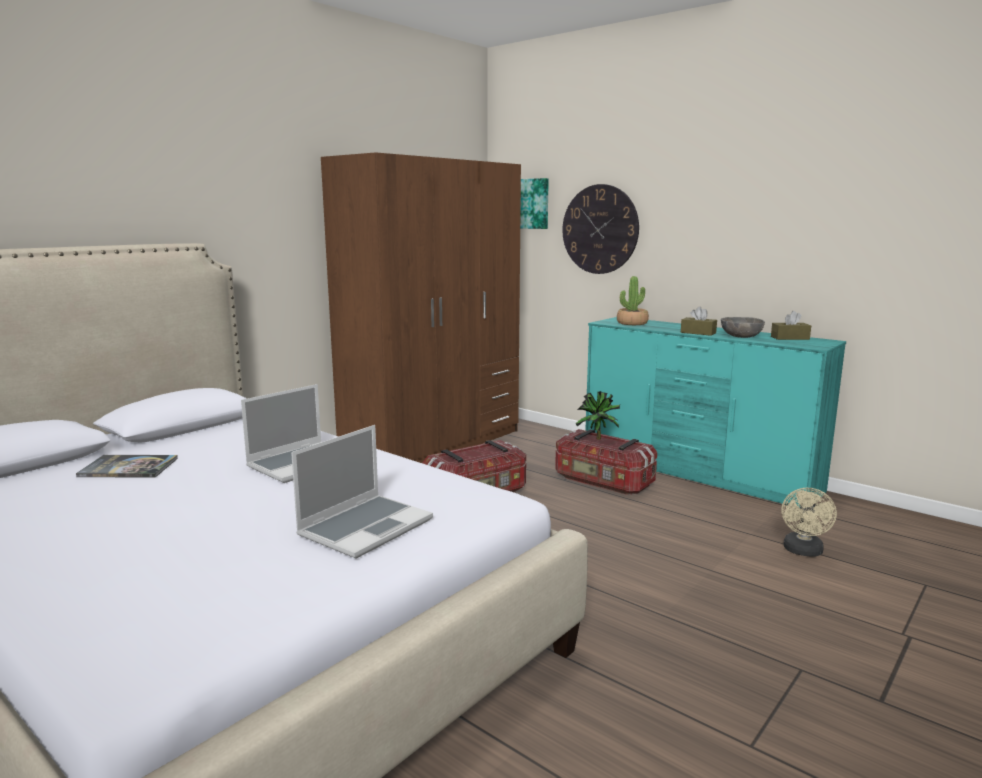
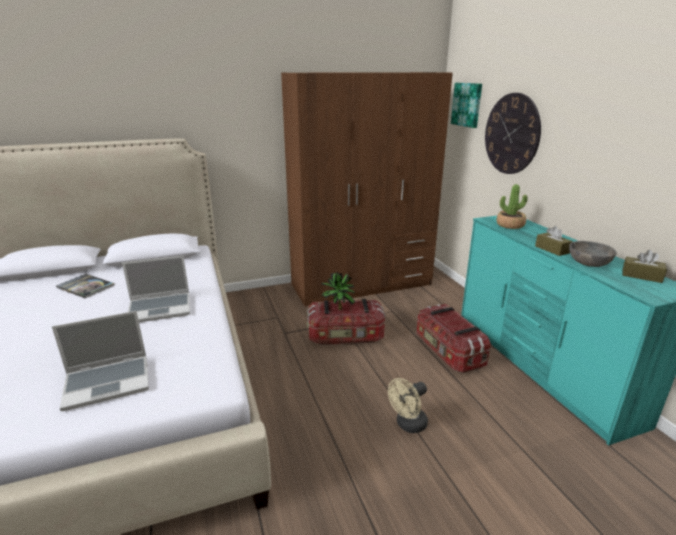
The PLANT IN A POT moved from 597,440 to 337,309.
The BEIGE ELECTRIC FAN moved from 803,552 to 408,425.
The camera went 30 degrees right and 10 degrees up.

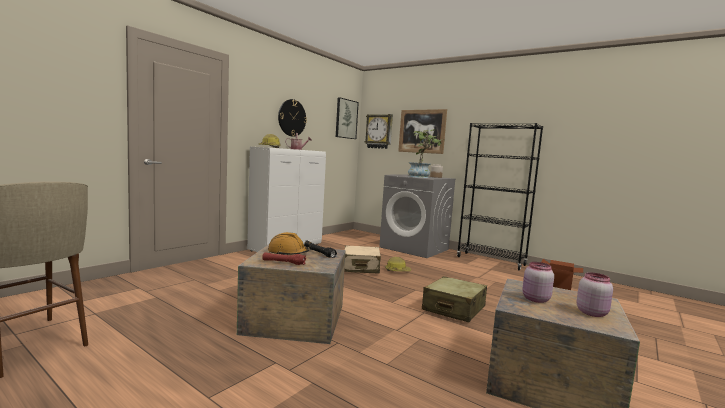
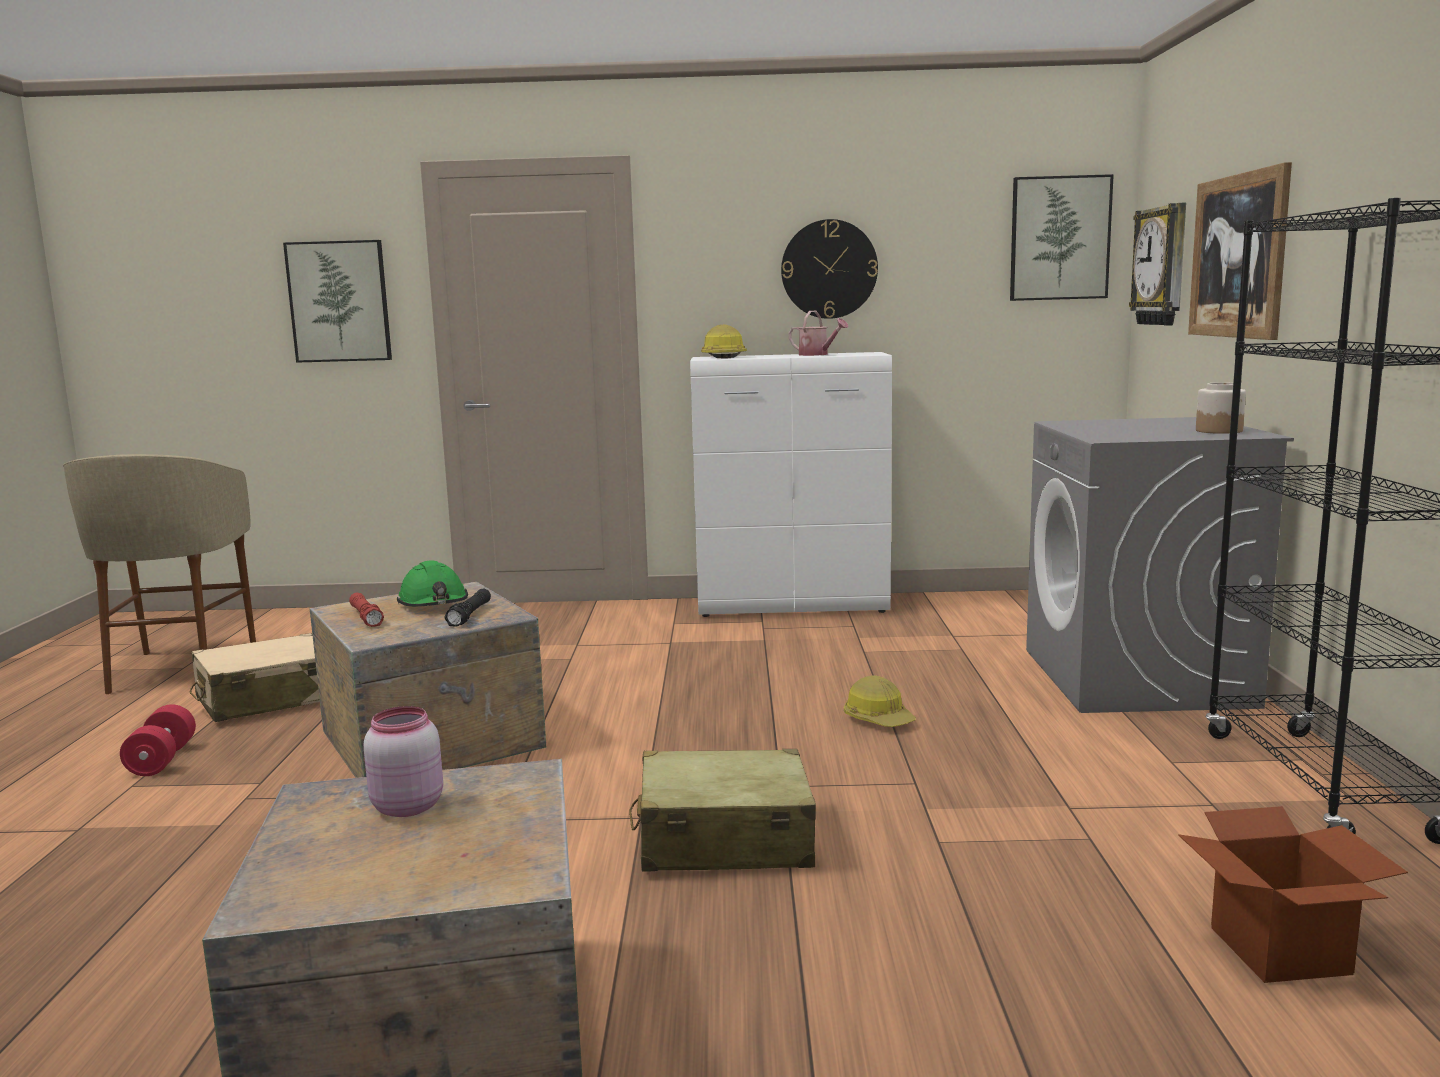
The ORANGE-COLOURED WORK HELMET at 288,253 became the GREENISH WORK HELMET at 434,603.
The BEIGE PIECE OF LUGGAGE moved from 360,267 to 267,699.
The PLANT IN A POT at 422,177 disappeared.
The PINK-COLOURED JAR at 591,313 disappeared.
The RED-COLOURED DUMBBELL at 162,760 appeared.
The WALL PICTURE at 339,301 appeared.
The camera went 55 degrees right and 5 degrees up.

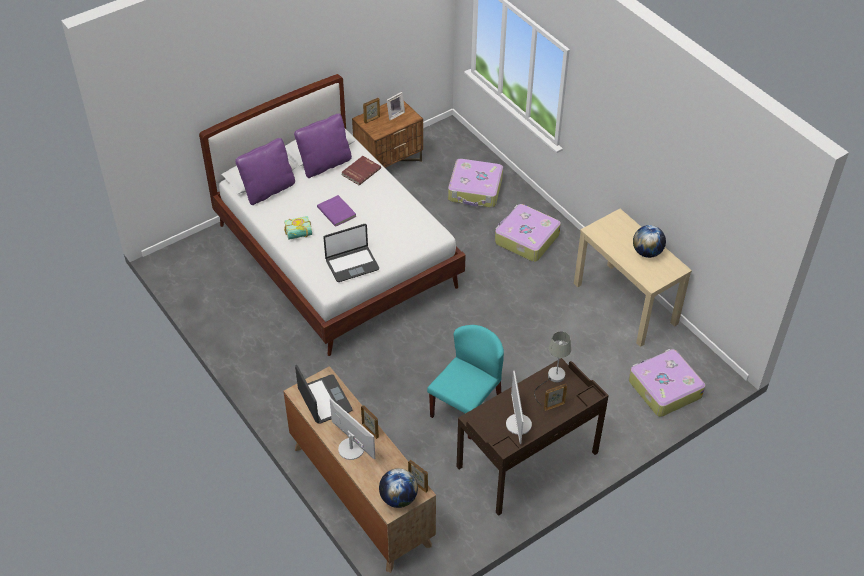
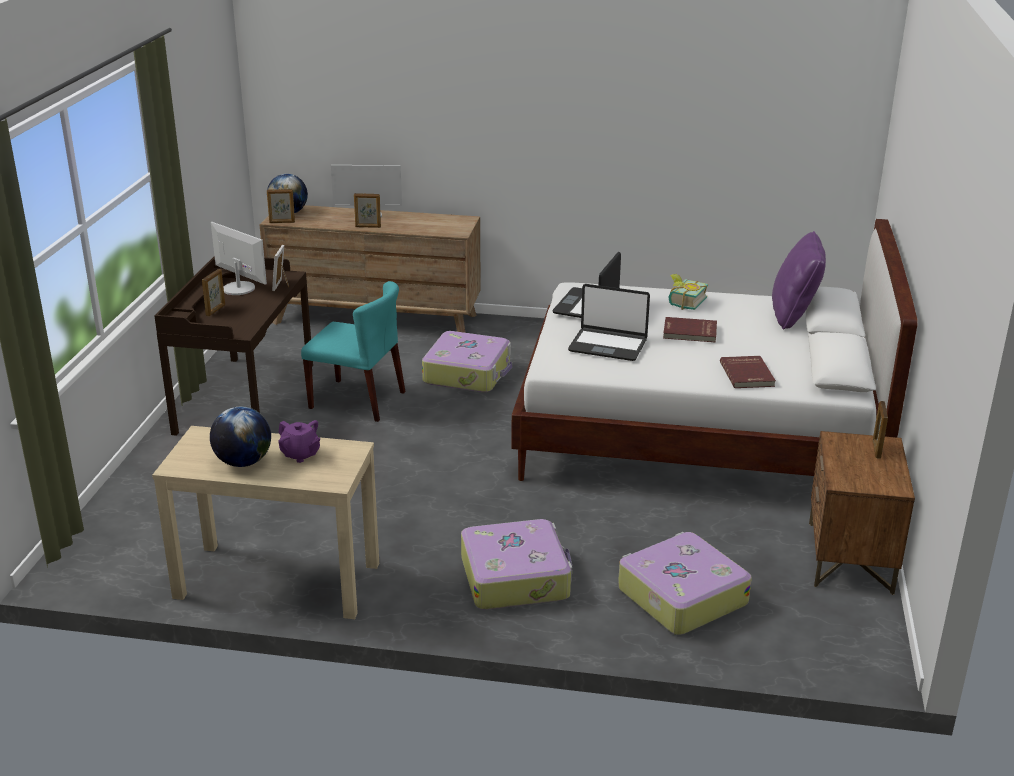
The PURPLE-COLOURED CUSHION at 325,164 disappeared.
The LAPTOP moved from 324,400 to 608,345.
The PURPLE-COLOURED VOLUME at 337,212 became the RED-COLOURED VOLUME at 690,332.
The STANDING FRAME moved from 394,114 to 282,285.
The TURQUOISE UPRIGHT CHAIR at 466,408 turned 60 degrees counterclockwise.
The GREY TABLETOP LAMP at 552,379 disappeared.
The PIECE OF LUGGAGE moved from 664,388 to 468,373.
The PURPLE-COLOURED TEA POT at 300,454 appeared.
The camera went 135 degrees right and 20 degrees down.

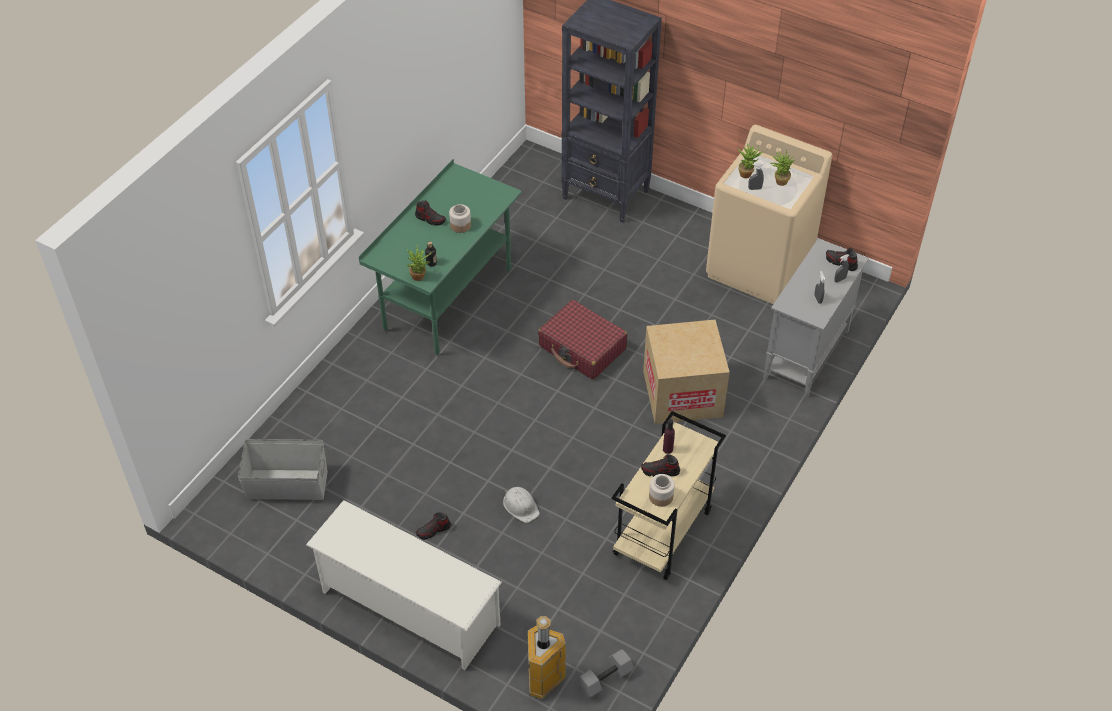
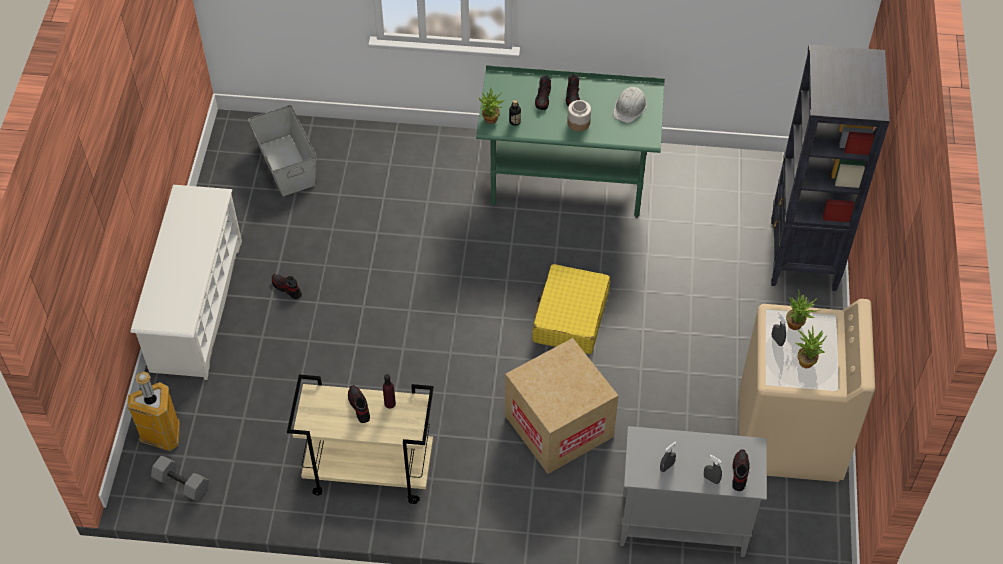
The WHITE-COLOURED WORK HELMET moved from 521,506 to 630,107.
The RED-COLOURED PIECE OF LUGGAGE at 582,348 became the YELLOW-COLOURED PIECE OF LUGGAGE at 570,317.
The JAR at 660,497 disappeared.
The LOW SHOE at 543,98 appeared.
The camera went 65 degrees right and 5 degrees up.

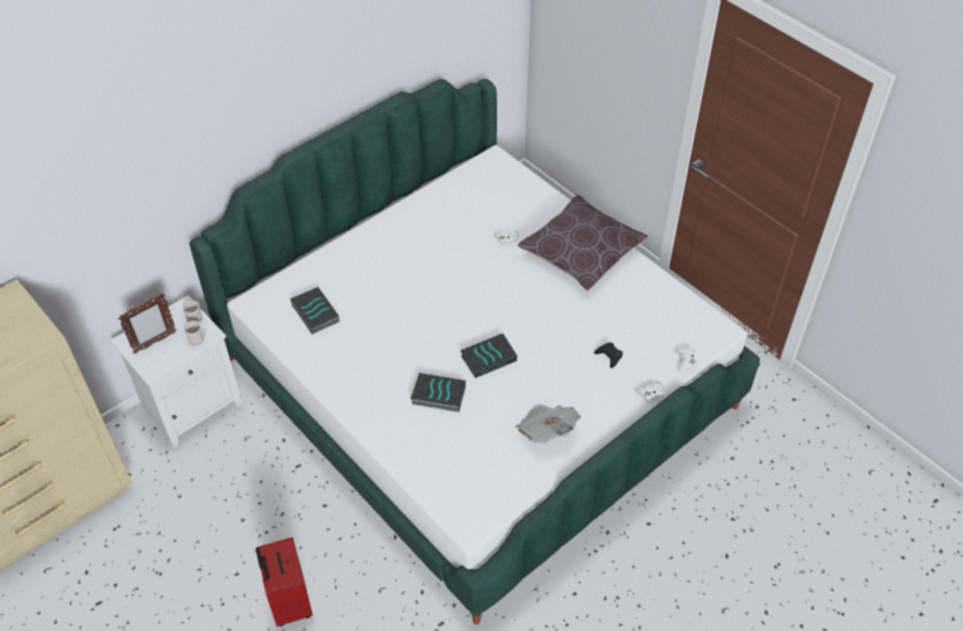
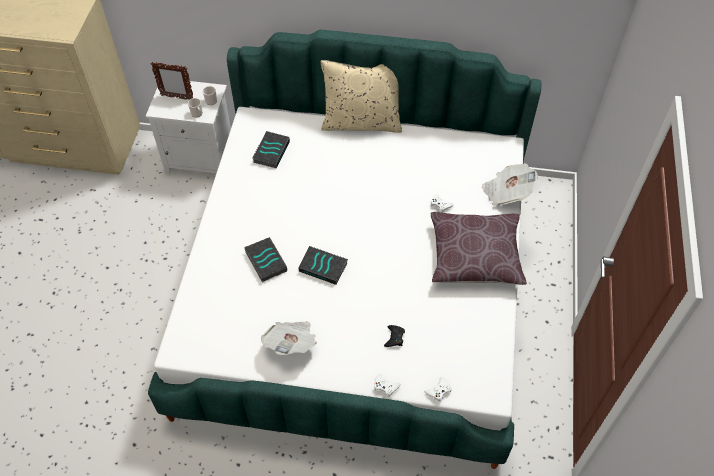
The RED-COLOURED PIECE OF LUGGAGE at 289,603 disappeared.
The BEIGE CUSHION at 361,122 appeared.
The DAILY PAPER at 506,192 appeared.
The camera went 50 degrees right and 5 degrees up.

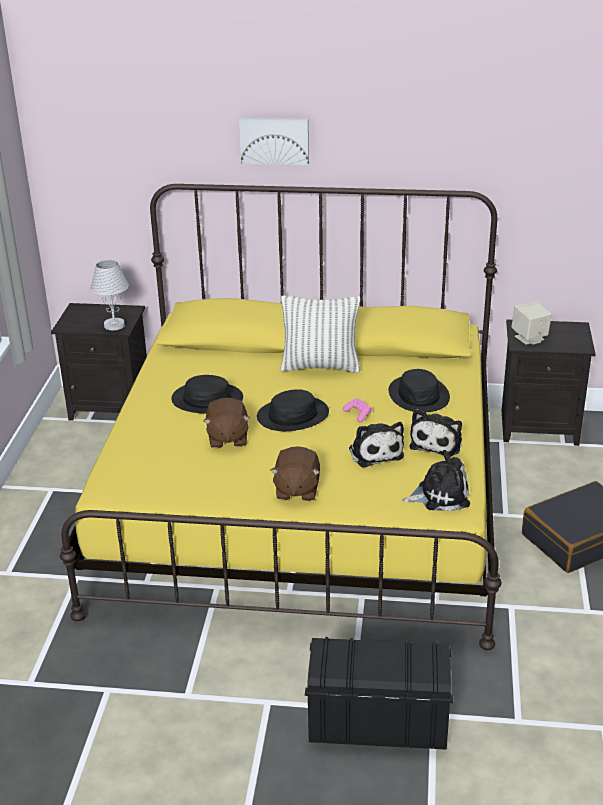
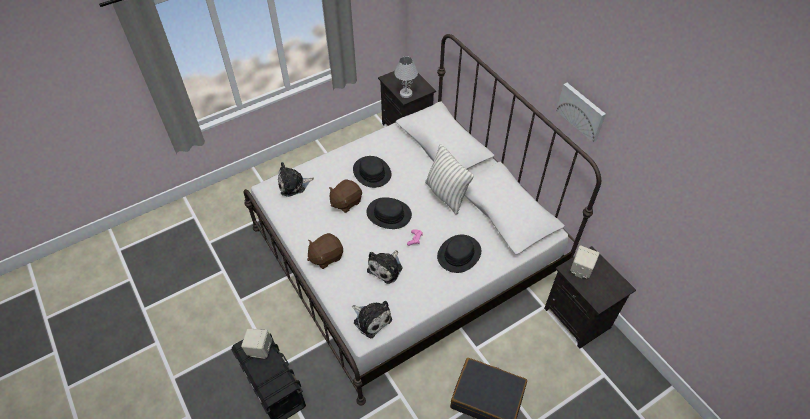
The YELLOW-COLOURED SLEEPING BED at 303,501 became the WHITE-COLOURED SLEEPING BED at 405,253.
The WALL PICTURE moved from 274,140 to 582,111.
The CUDDLY TOY moved from 437,442 to 293,185.
The BEIGE LOUDSPEAKER at 259,349 appeared.
The camera went 50 degrees right and 20 degrees up.

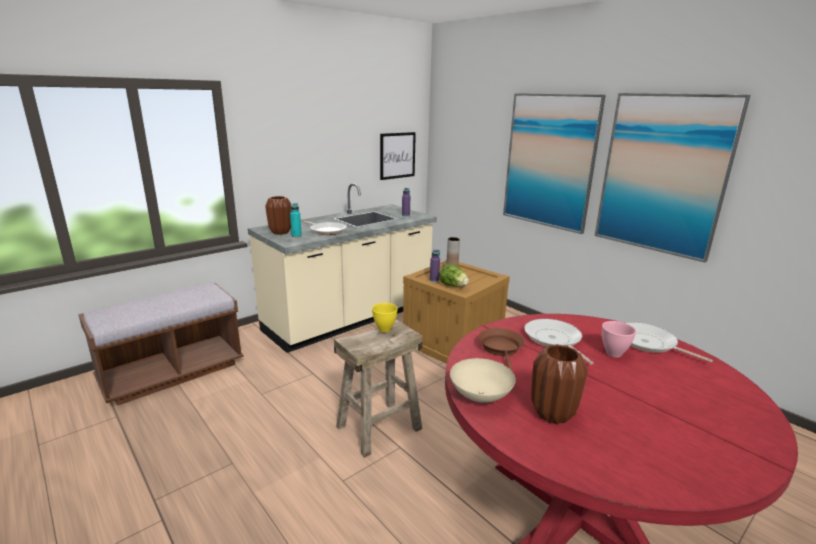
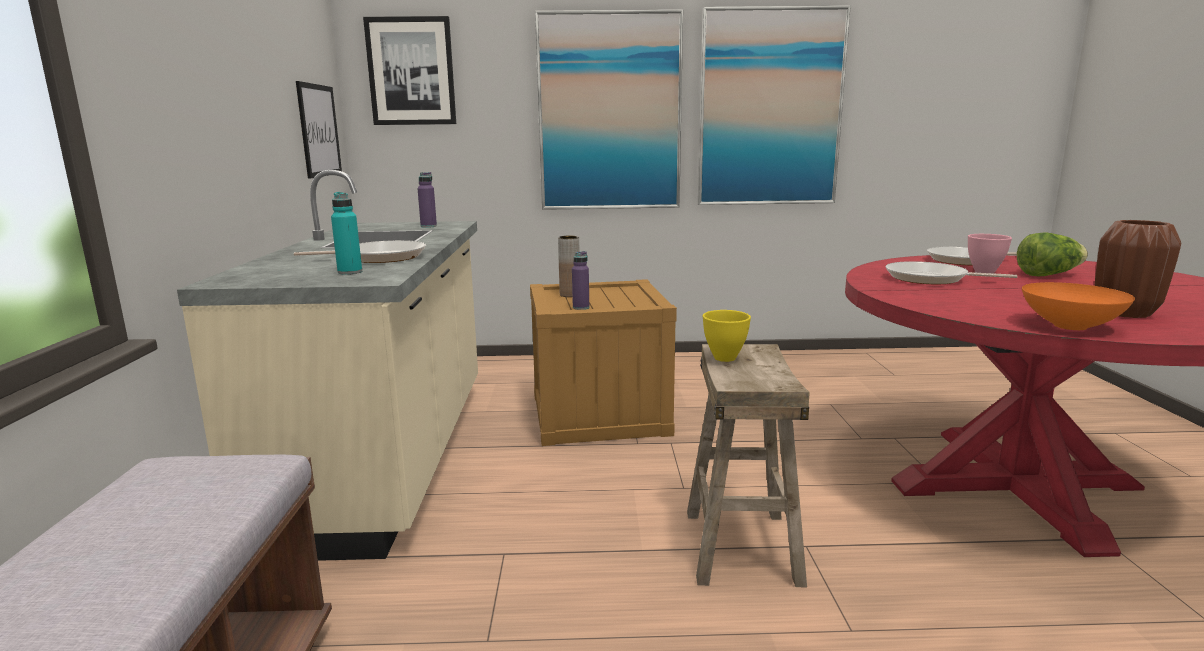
The BROWN DECORATIVE VASE at 280,232 disappeared.
The HEAD OF LETTUCE moved from 453,286 to 1047,275.
The BEIGE SERVING BOWL at 481,395 became the ORANGE-COLOURED SERVING BOWL at 1069,326.
The BROWN FRYING PAN at 501,349 disappeared.
The WALL PICTURE at 411,71 appeared.
The camera went 50 degrees left and 5 degrees down.

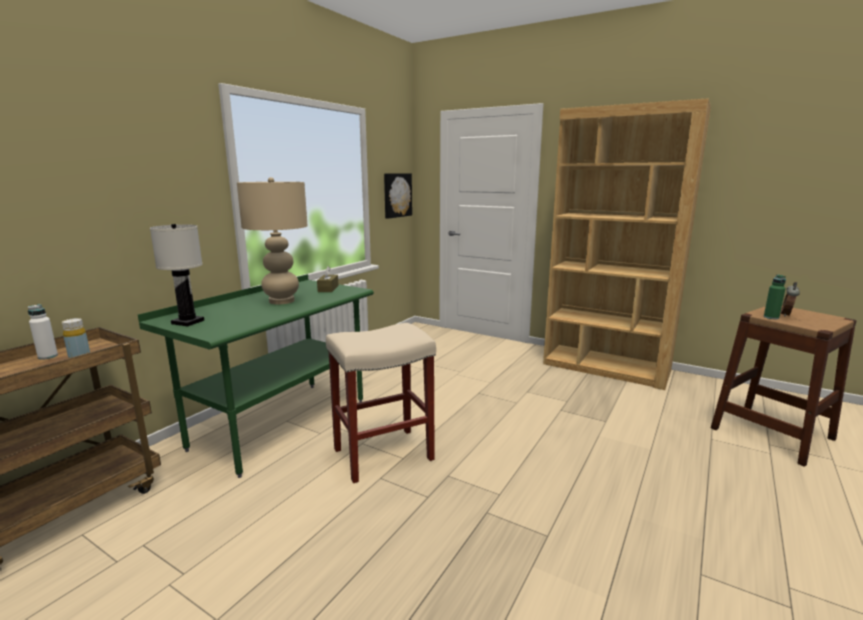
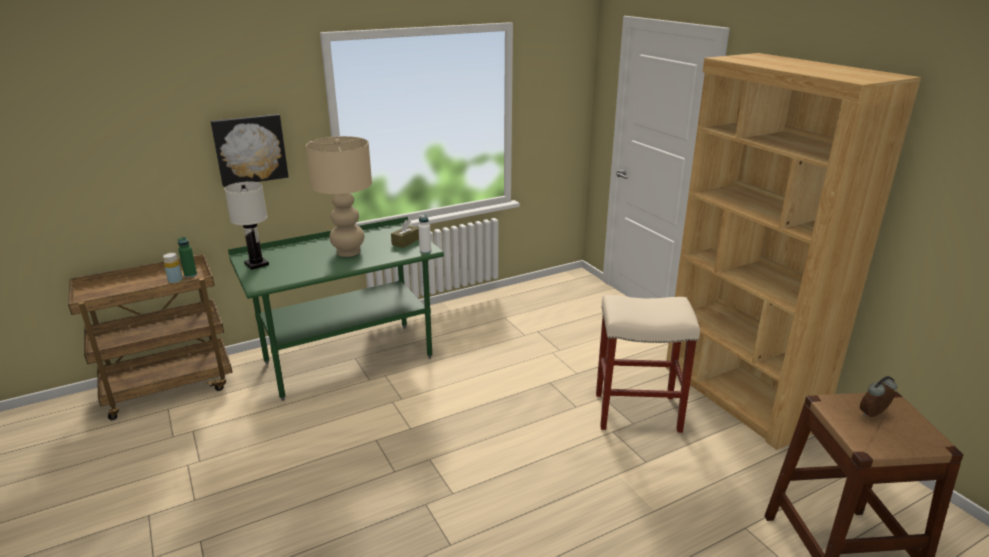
The WHITE-COLOURED BOTTLE moved from 48,356 to 425,251.
The BEIGE STOOL SEAT moved from 382,455 to 636,412.
The WALL PICTURE moved from 396,195 to 250,149.
The GREENISH BOTTLE moved from 771,317 to 190,275.
The camera went 30 degrees right and 10 degrees up.

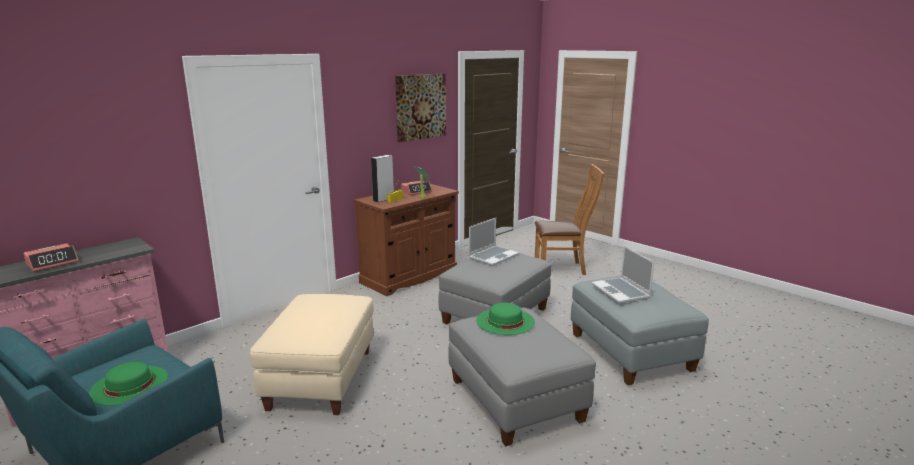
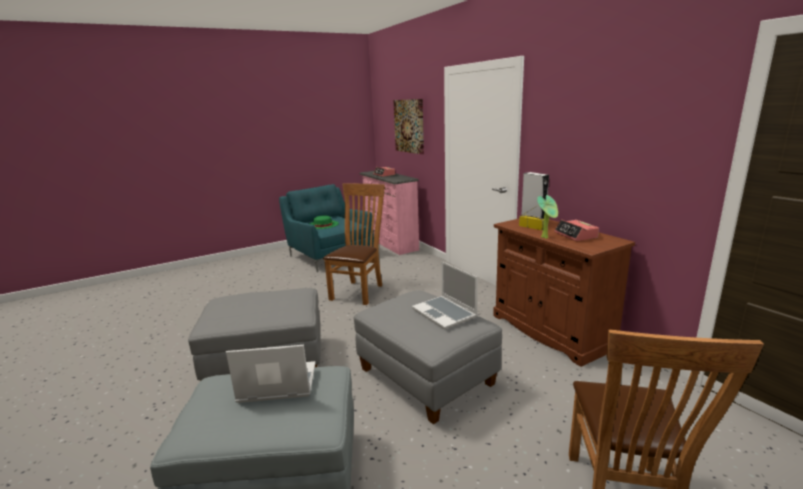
The BEIGE FOOTREST at 320,379 was replaced by the BROWN UPRIGHT CHAIR at 359,291.
The WALL PICTURE moved from 420,106 to 409,126.
The GREENISH WEARABLE HAT at 505,321 disappeared.
The camera went 105 degrees right and 0 degrees up.

